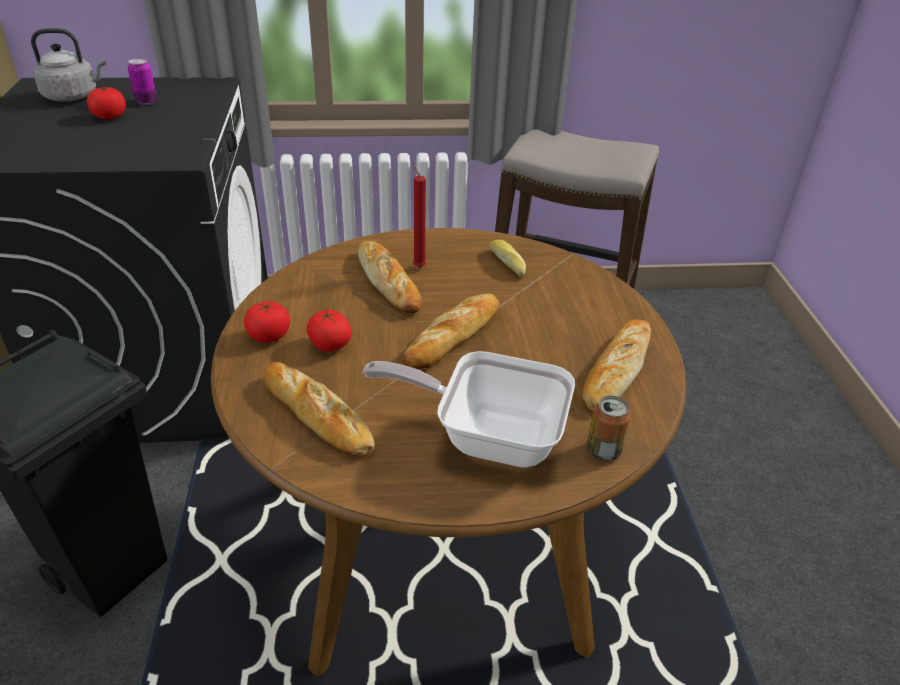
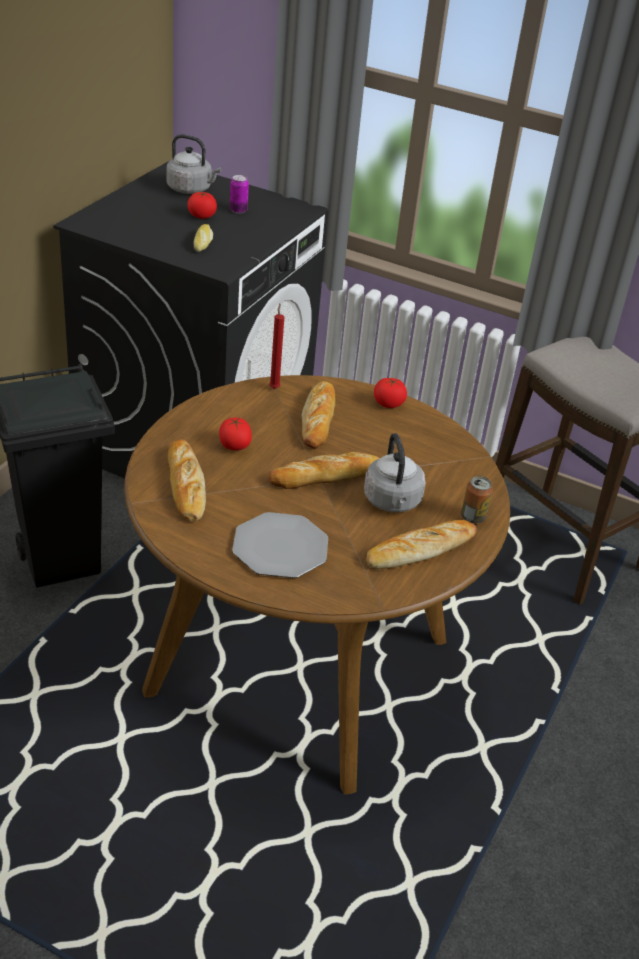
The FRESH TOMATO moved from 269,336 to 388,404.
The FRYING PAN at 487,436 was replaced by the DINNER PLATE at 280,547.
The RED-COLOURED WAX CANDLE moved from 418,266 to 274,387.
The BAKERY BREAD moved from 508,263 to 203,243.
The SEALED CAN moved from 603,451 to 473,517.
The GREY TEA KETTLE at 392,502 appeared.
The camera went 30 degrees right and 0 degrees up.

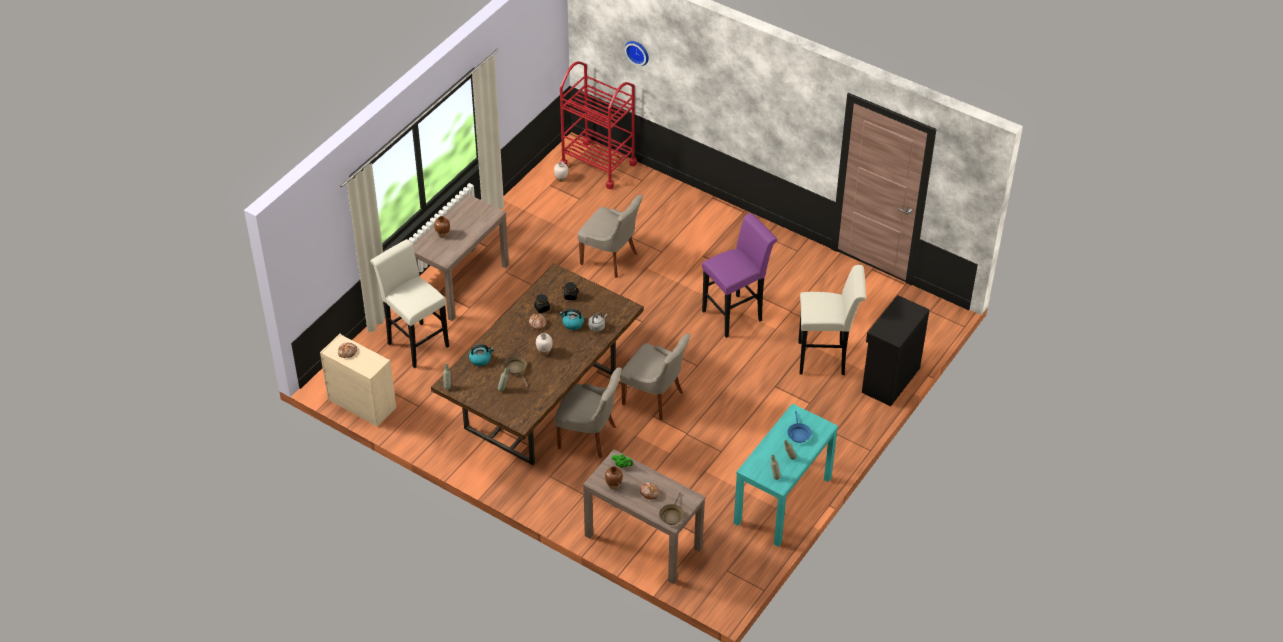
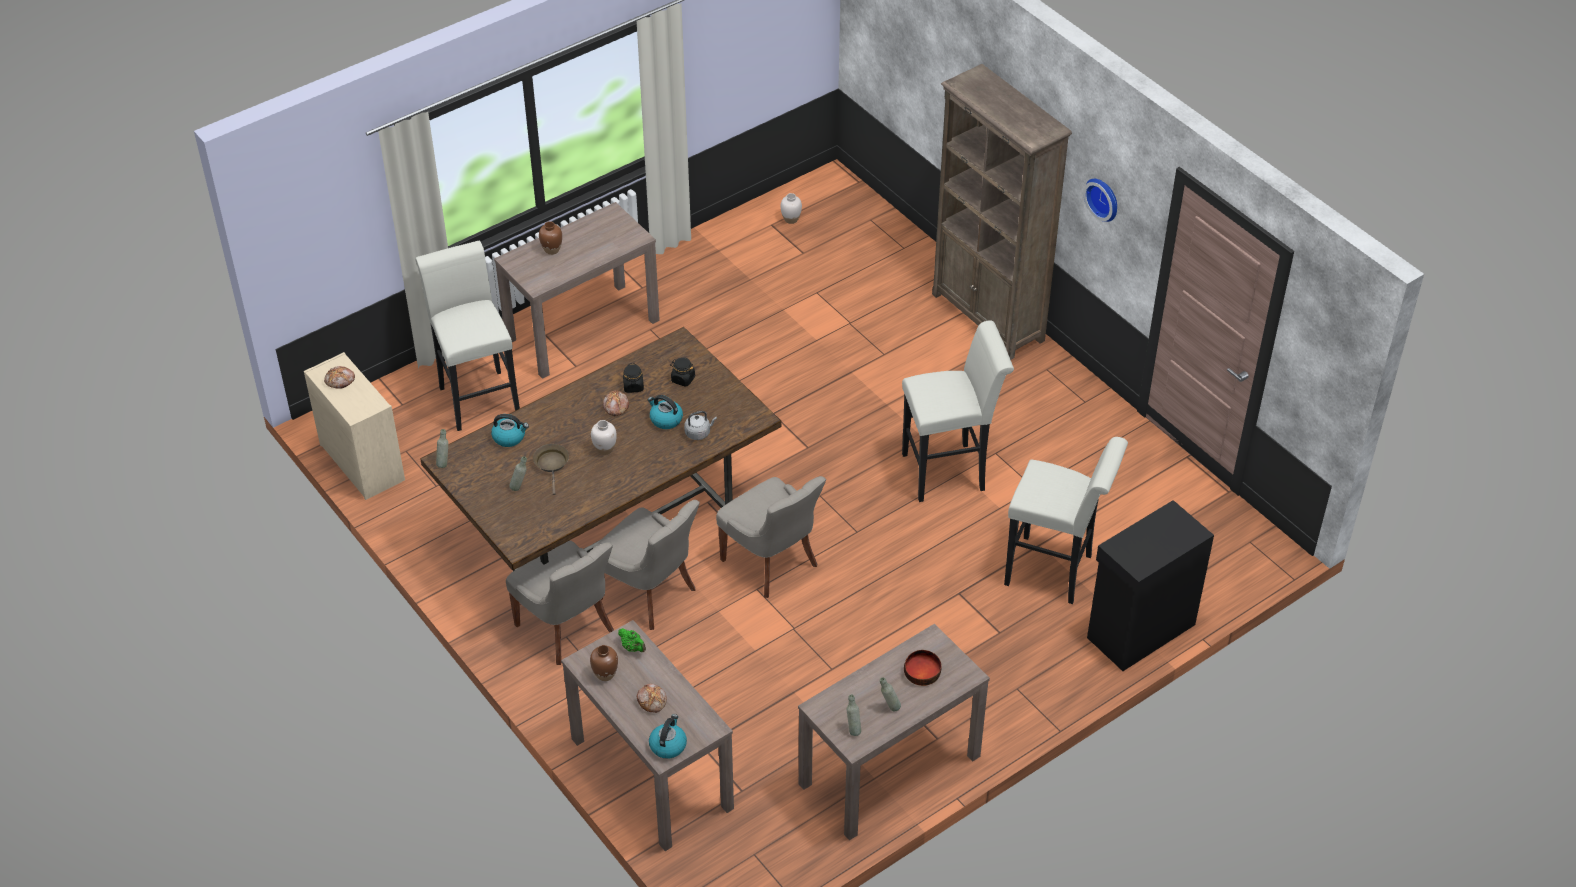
The RED-COLOURED TROLLEY at 598,164 disappeared.
The GREY UPRIGHT CHAIR moved from 610,259 to 567,628.
The CLOCK ON THE WALL moved from 638,52 to 1104,198.
The BROWN FRYING PAN at 672,515 was replaced by the TEA KETTLE at 668,745.
The PURPLE-COLOURED STOOL SEAT at 736,314 became the WHITE-COLOURED STOOL SEAT at 950,471.
The TURQUOISE CONSOLE TABLE at 782,501 became the BROWN CONSOLE TABLE at 889,771.
The BLUE FRYING PAN at 798,433 was replaced by the SERVING BOWL at 921,673.
The BROWN BOOKCASE at 988,318 appeared.
The camera went 20 degrees right and 0 degrees up.

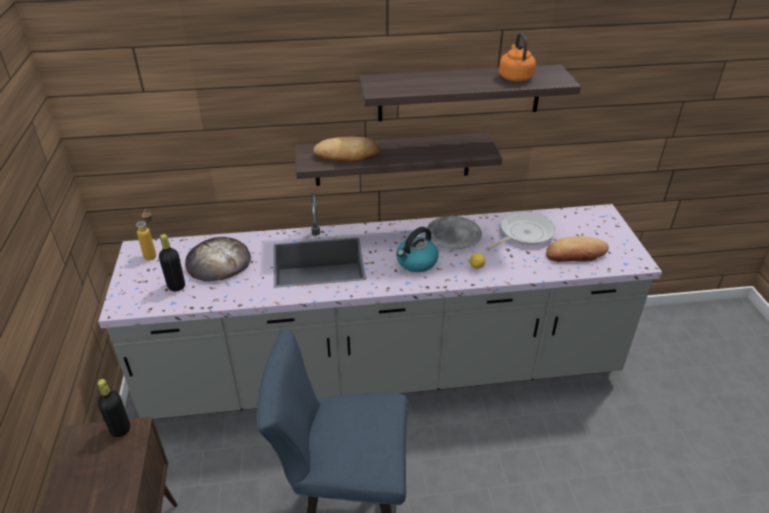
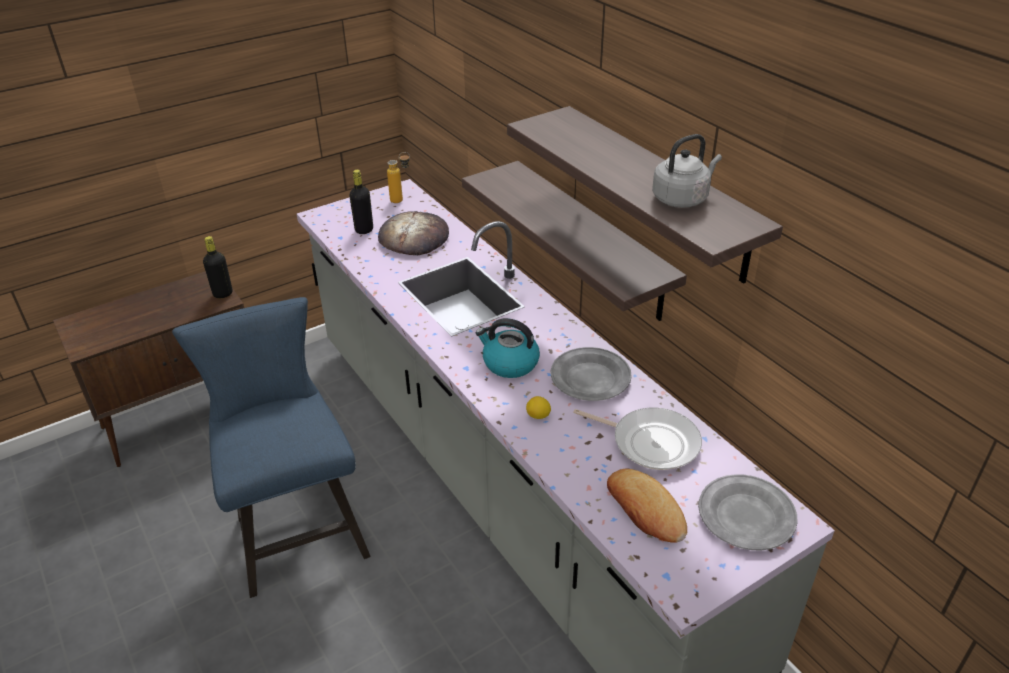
The BAKERY BREAD at 347,154 disappeared.
The ORANGE-COLOURED TEA KETTLE at 515,77 became the GREY TEA KETTLE at 682,198.
The GREY DINNER PLATE at 746,516 appeared.
The camera went 65 degrees right and 0 degrees up.

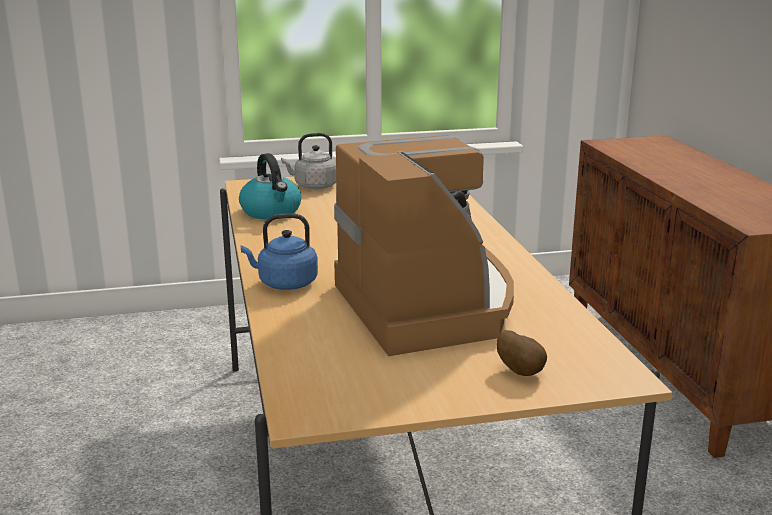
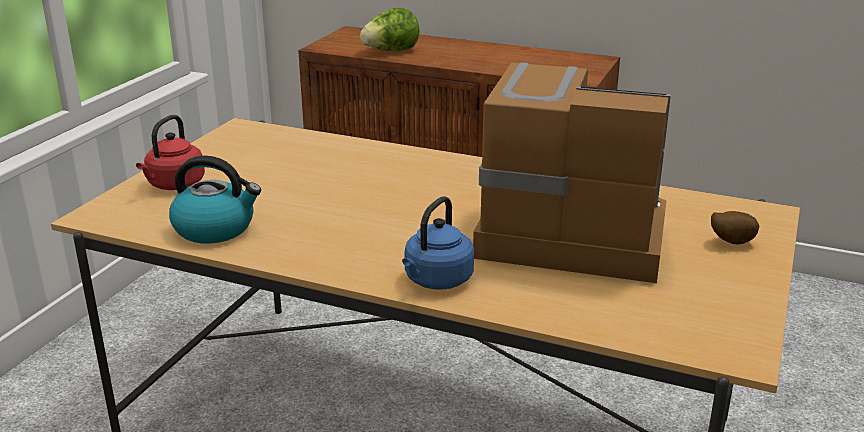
The GREY TEA KETTLE at 313,186 became the RED-COLOURED TEA KETTLE at 174,185.
The HEAD OF LETTUCE at 391,51 appeared.
The camera went 55 degrees left and 5 degrees up.

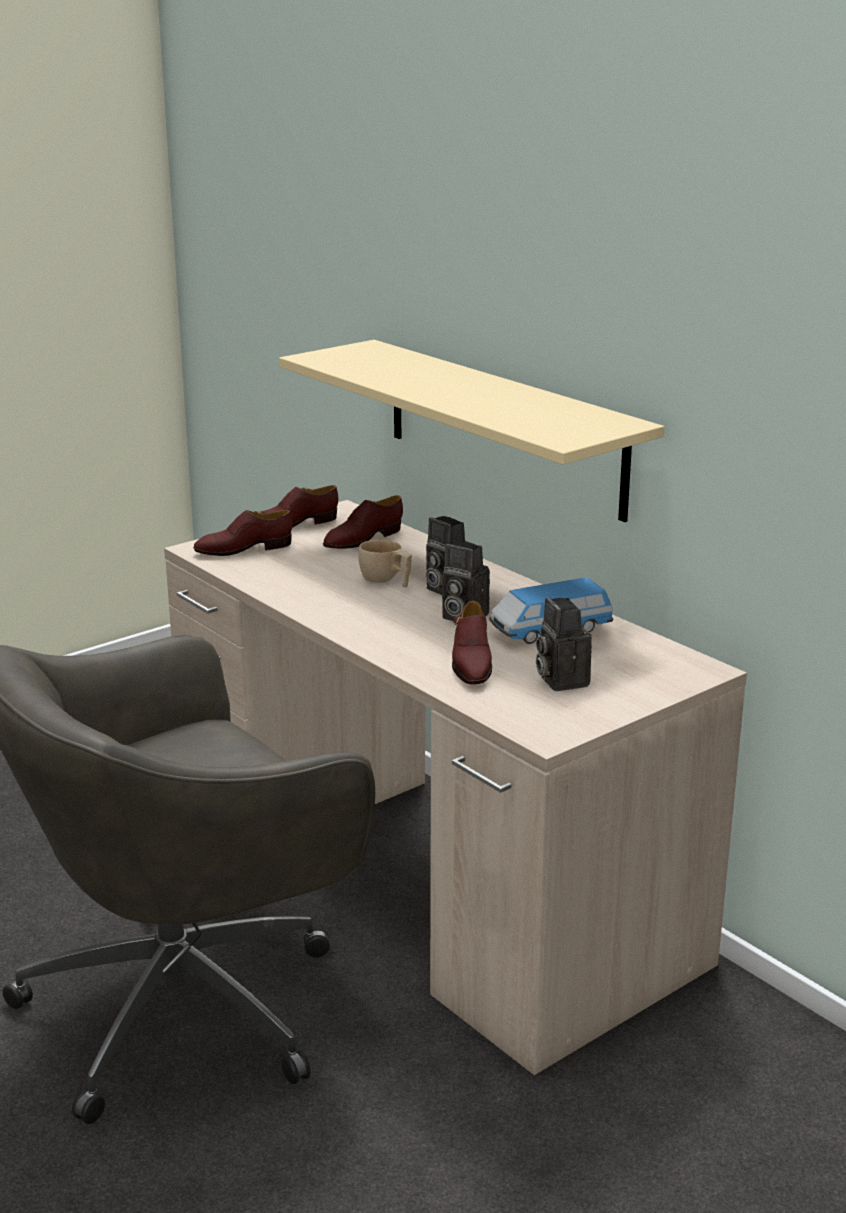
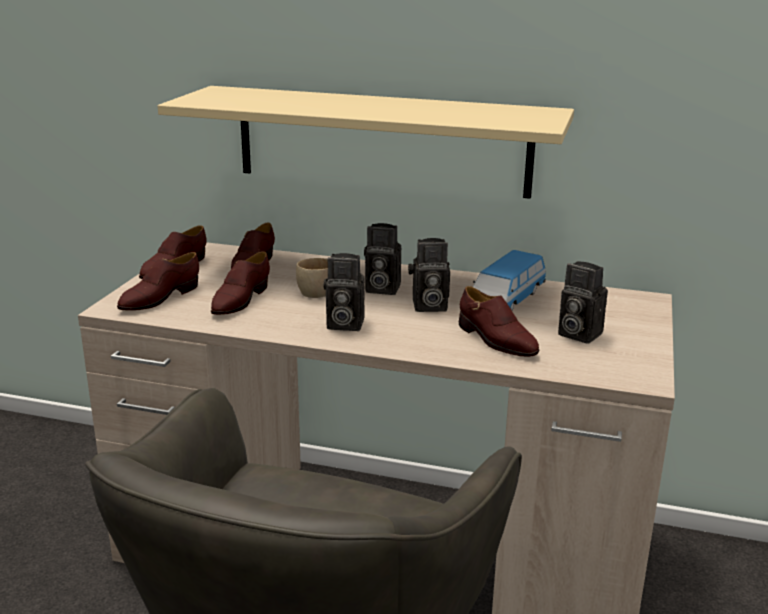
The BROWN LOW SHOE at 240,300 appeared.
The STILL CAMERA at 342,324 appeared.
The camera went 35 degrees left and 0 degrees up.

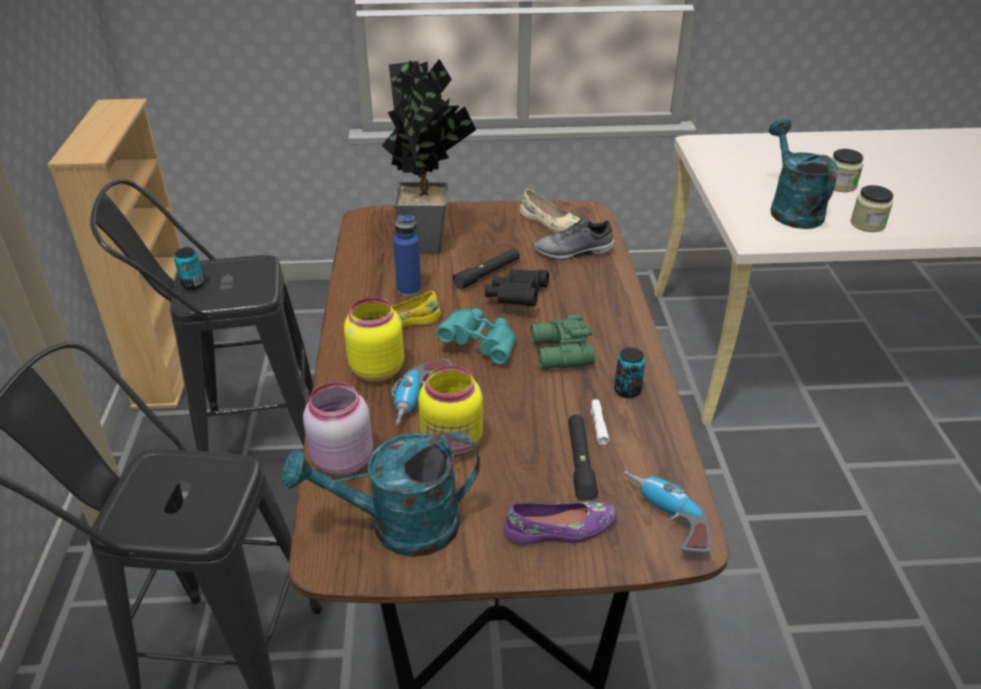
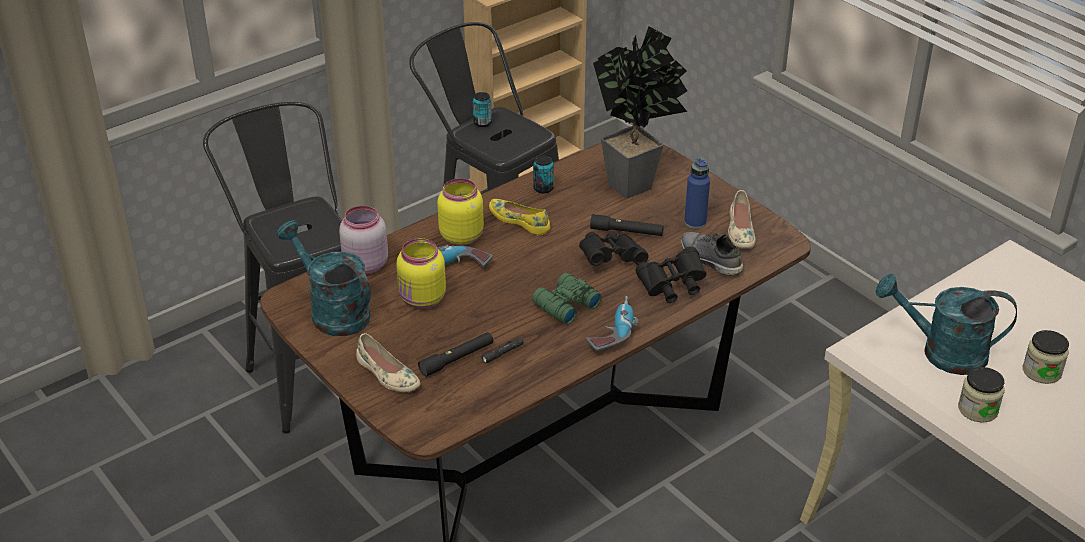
The BLUE BOTTLE moved from 409,290 to 695,222.
The TURQUOISE PAIR OF BINOCULARS at 480,345 disappeared.
The PURPLE-COLOURED LOW SHOE at 560,530 became the BEIGE LOW SHOE at 387,375.
The WHITE-COLOURED HAND TORCH at 598,425 became the BLACK HAND TORCH at 502,353.
The SEALED CAN moved from 627,390 to 543,188.
The DRILL moved from 664,519 to 612,331.
The TURQUOISE WATERING POT at 791,209 turned 120 degrees counterclockwise.
The BLACK PAIR OF BINOCULARS at 672,286 appeared.
The camera went 55 degrees right and 0 degrees up.

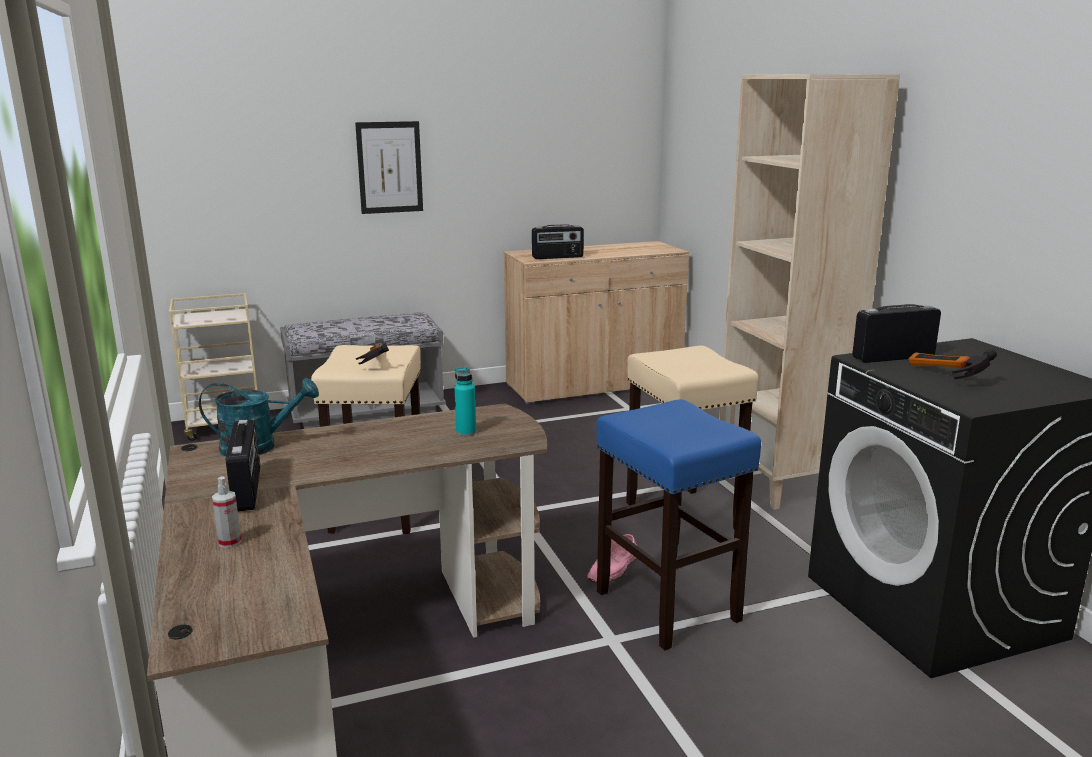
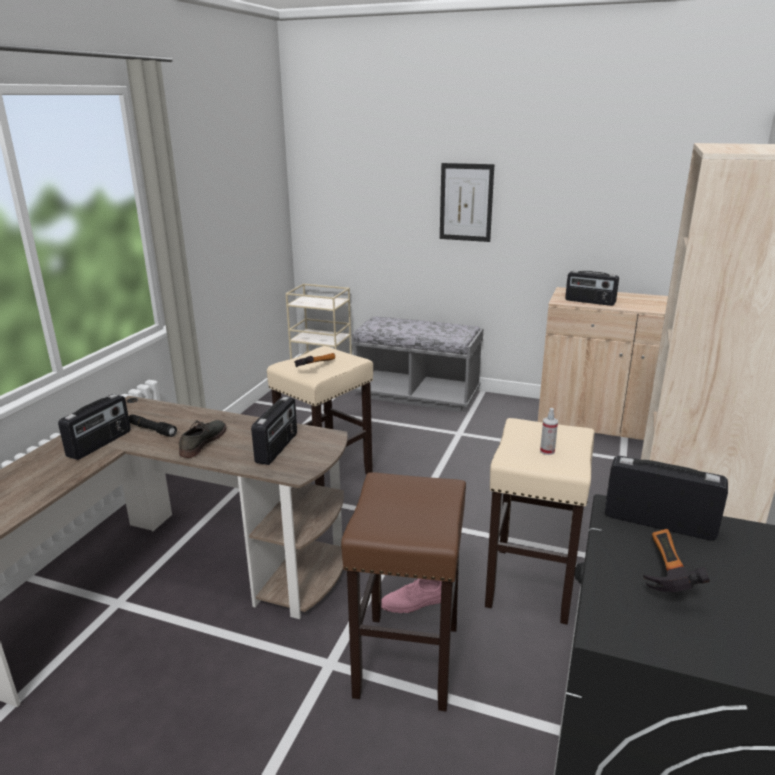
The TURQUOISE WATERING POT at 259,447 disappeared.
The SPRAYER moved from 229,542 to 547,451.
The TURQUOISE BOTTLE at 466,432 was replaced by the RADIO SET at 277,448.
The BLUE STOOL SEAT at 669,606 became the BROWN STOOL SEAT at 407,661.
The BLACK HAND TORCH at 152,430 appeared.
The GREY LOW SHOE at 203,441 appeared.
The camera went 40 degrees right and 5 degrees up.

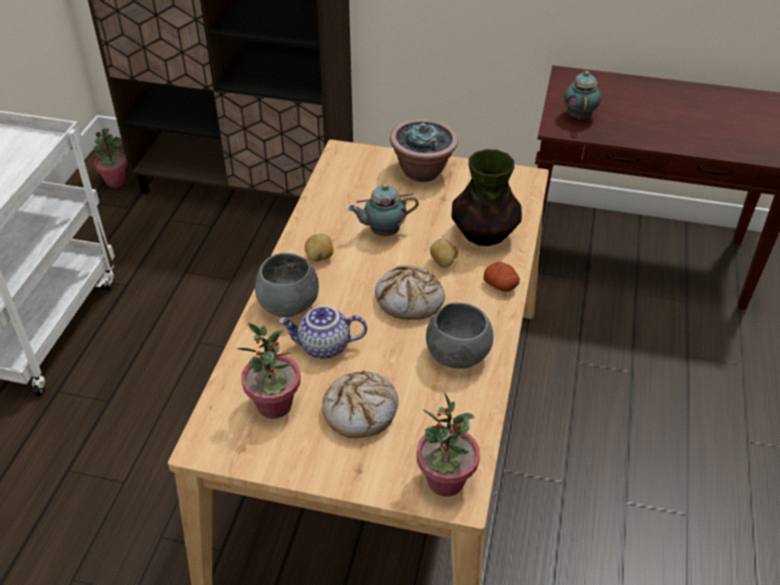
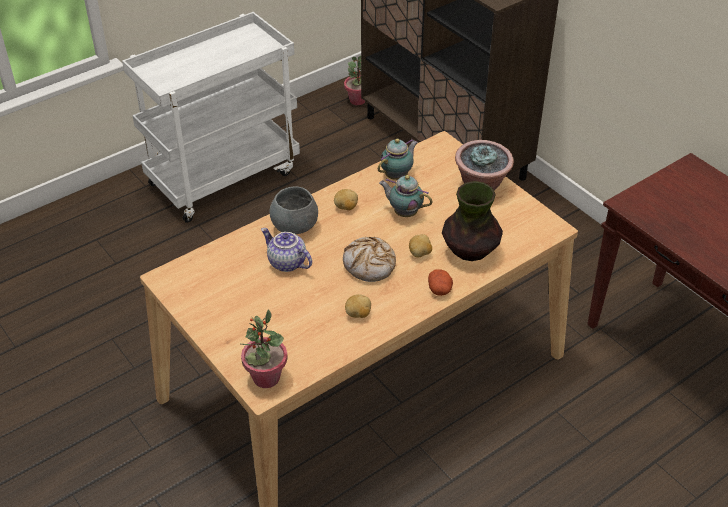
The PLANT IN A POT at 274,405 disappeared.
The BAKERY BREAD at 360,410 disappeared.
The GREY SERVING BOWL at 457,355 was replaced by the WHOLE POTATO at 358,314.
The TEA POT moved from 579,115 to 397,176.
The camera went 40 degrees right and 0 degrees up.

